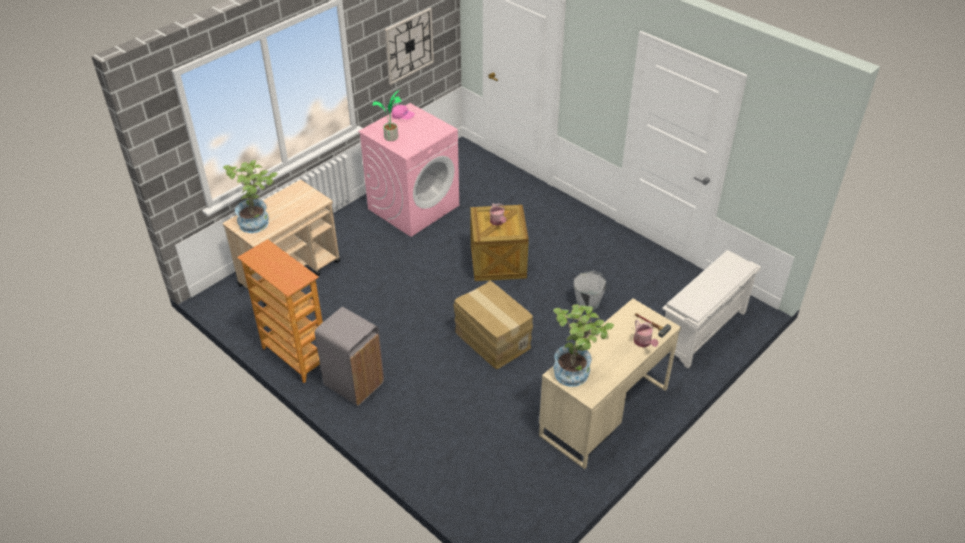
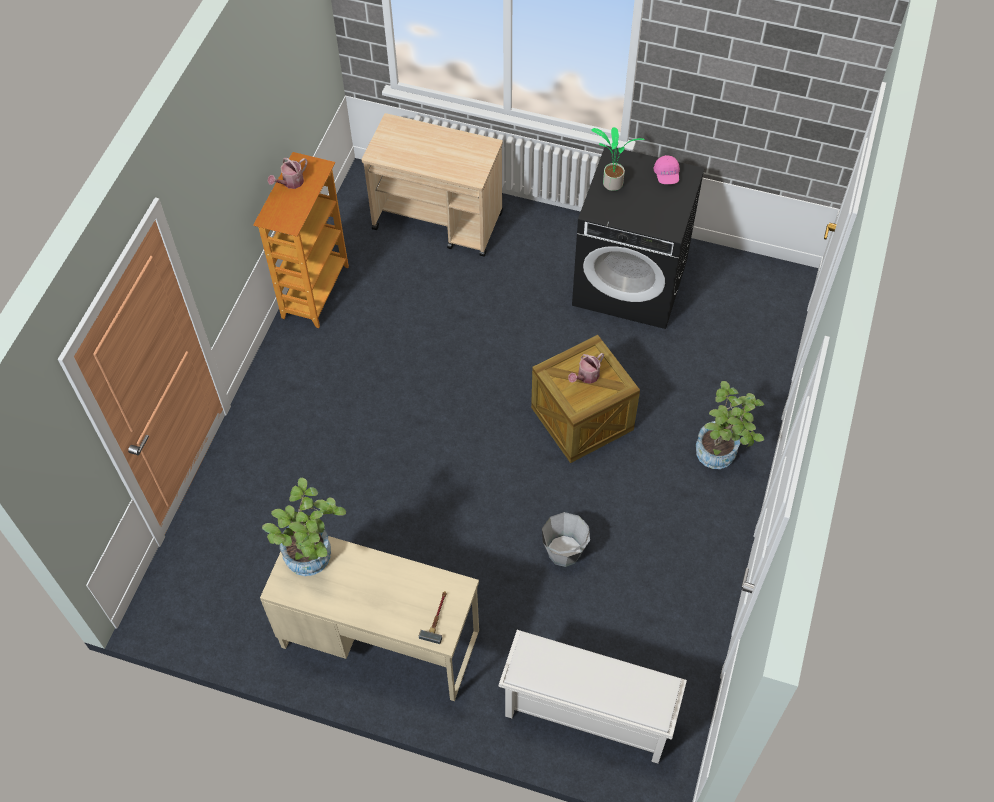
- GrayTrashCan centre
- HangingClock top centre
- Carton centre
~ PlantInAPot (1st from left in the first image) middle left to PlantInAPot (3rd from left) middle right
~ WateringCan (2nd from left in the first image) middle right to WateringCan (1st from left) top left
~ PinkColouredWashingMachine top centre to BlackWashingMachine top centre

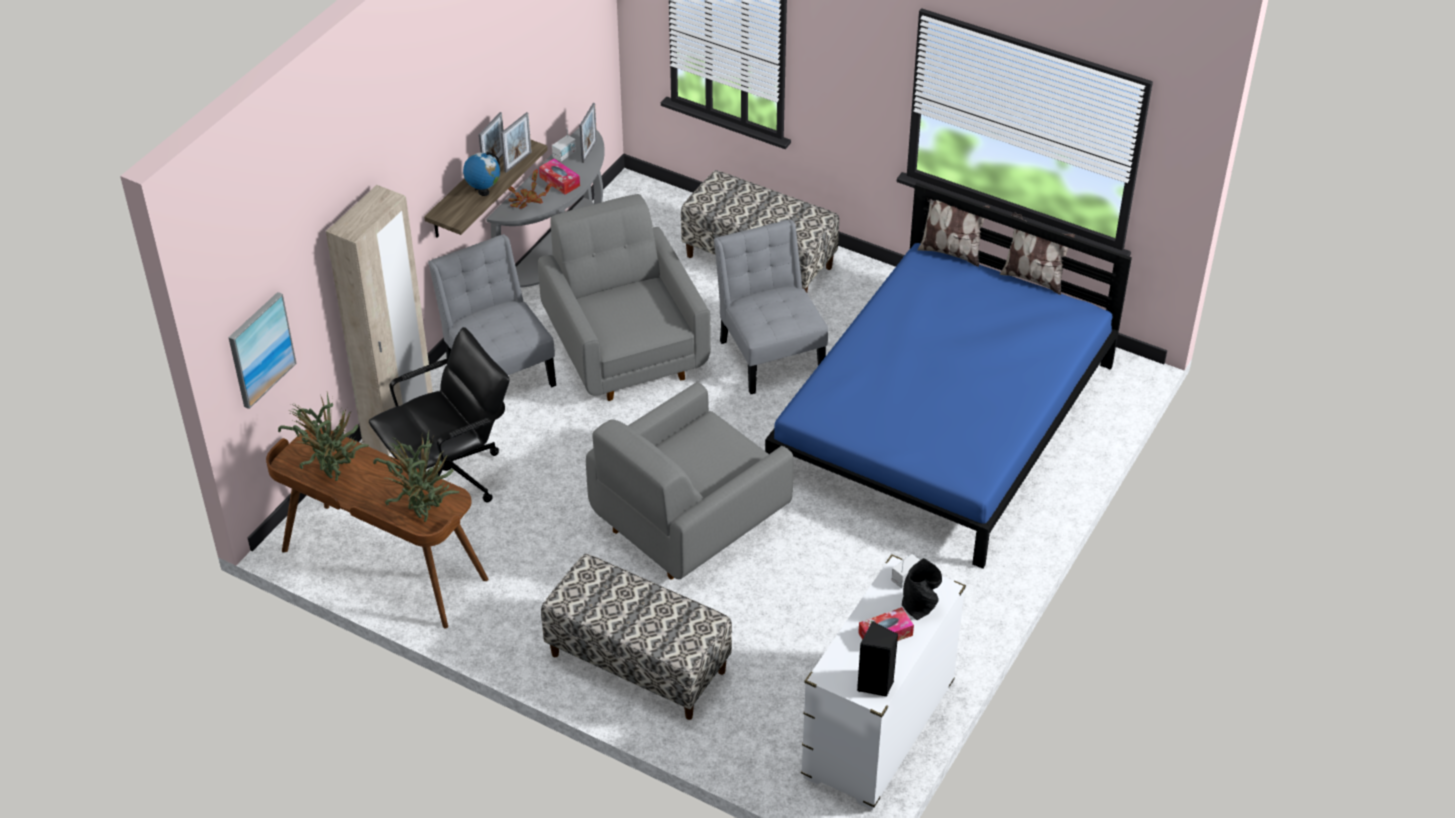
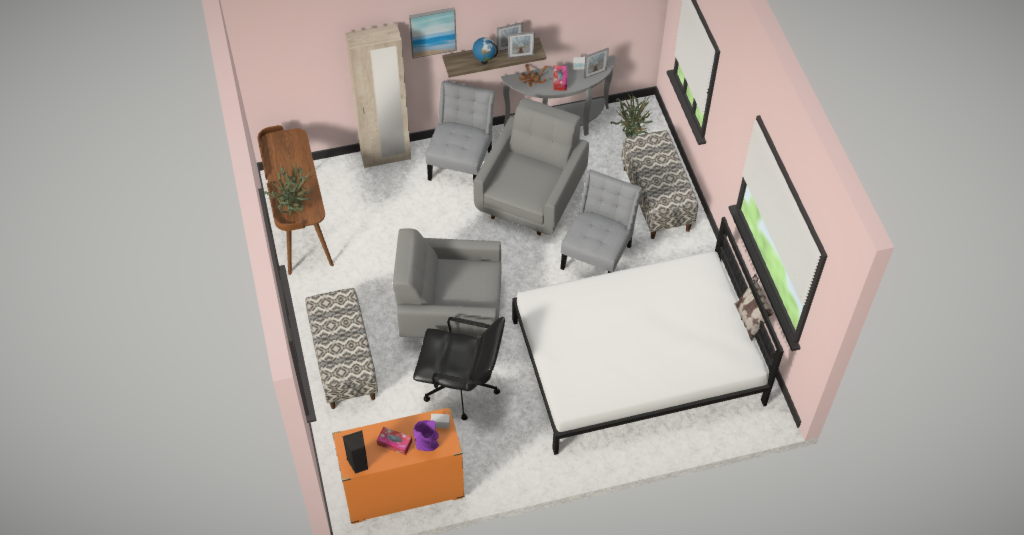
- Pillow (1st from left) top centre
~ WallPicture middle left to top centre
~ PlantInAPot (1st from left in the first image) middle left to PlantInAPot (3rd from left) top centre
~ BlackOfficeChair middle left to bottom centre
~ BlueBed centre to WhitishBed centre
~ WhitishDresser bottom centre to OrangeyDresser bottom centre
~ BlackFlowerVase bottom centre to PurpleFlowerVase bottom centre

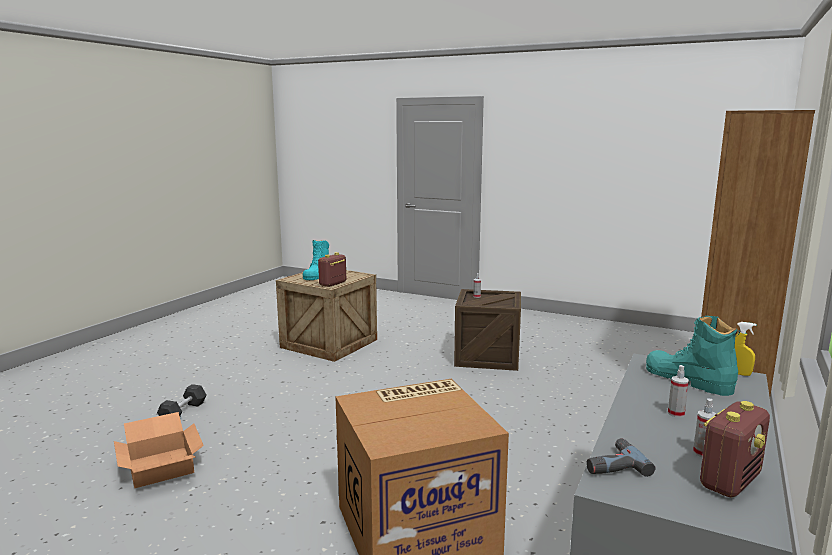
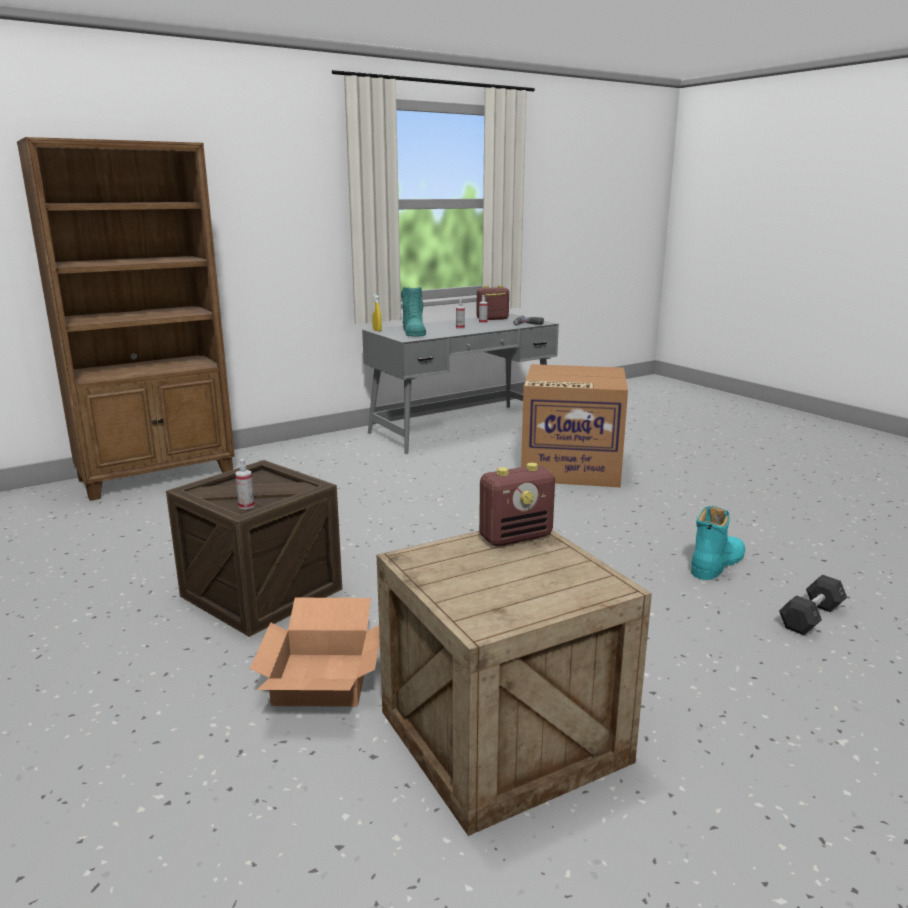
~ Carton (1st from left) bottom left to bottom centre
~ BlueGreenHighTopBoot (1st from left in the first image) centre to BlueGreenHighTopBoot (2nd from left) middle right

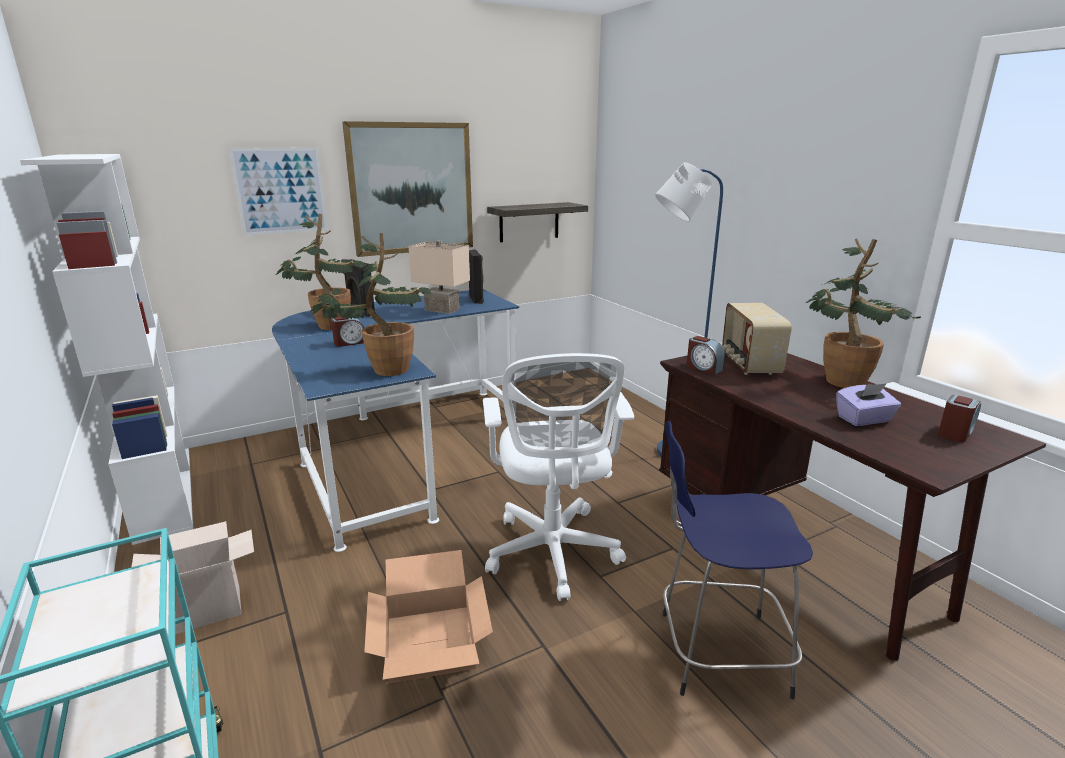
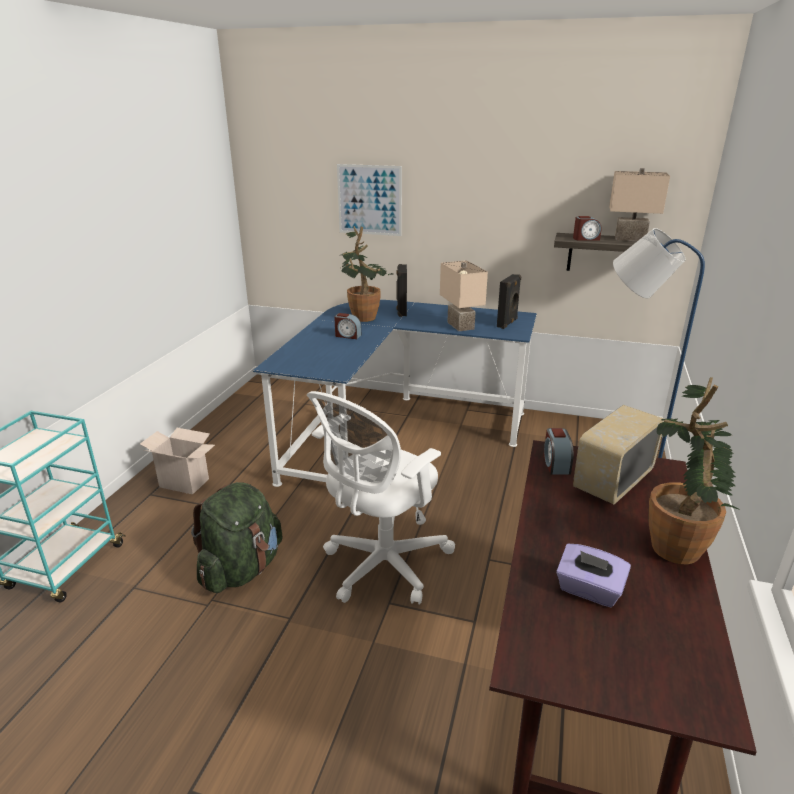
- WhitishBookcase middle left
- PlantInAPot (2nd from left) centre
- WallPicture (2nd from left) top centre
- BlueSittingStool bottom right
+ SandColouredTabletopLamp (2nd from left) top right
~ TableClock (3rd from left) middle right to top right
~ Carton (2nd from left) bottom centre to GreenRucksack bottom left

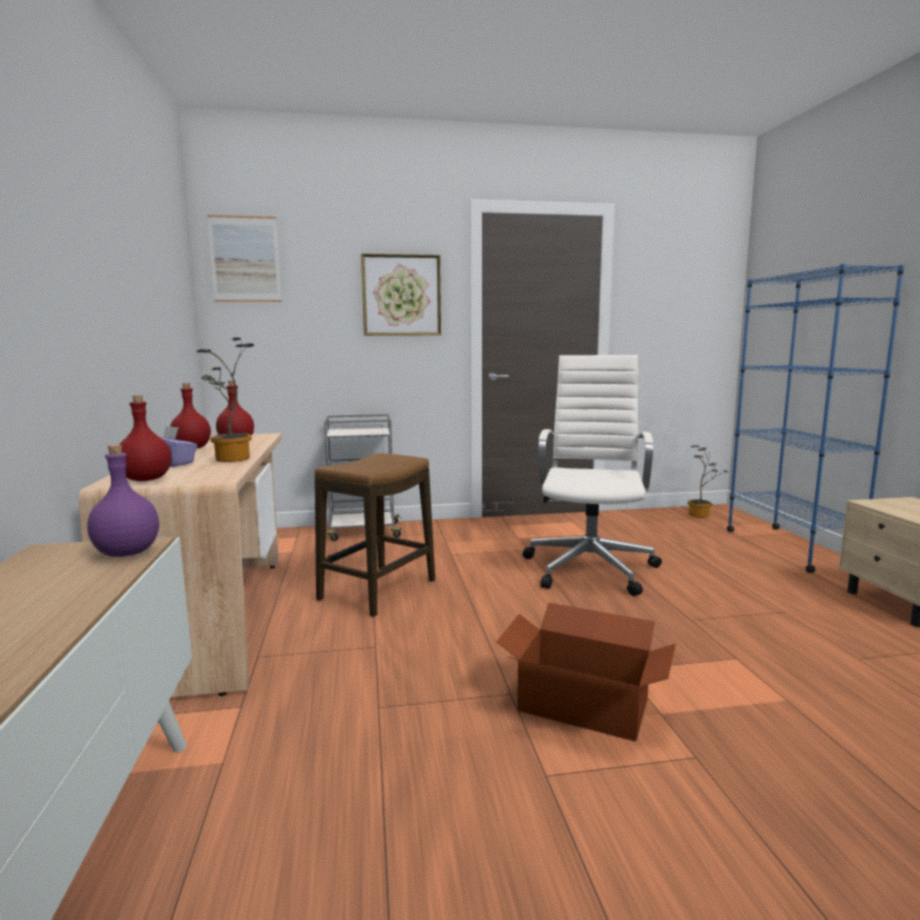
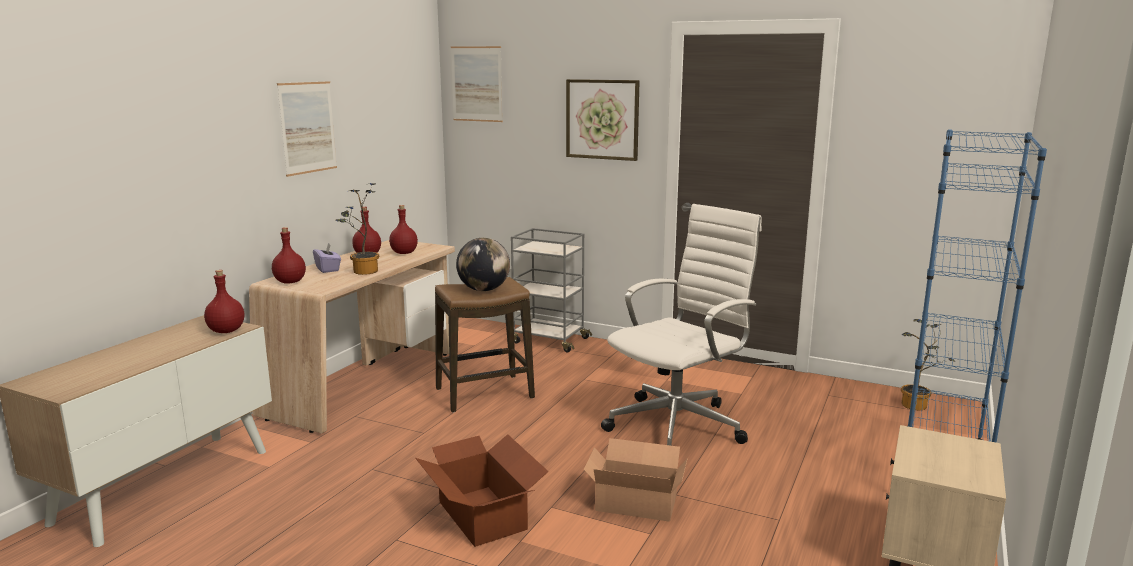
+ WallPicture (1st from left) top left
+ Globe centre
+ Carton (2nd from left) bottom centre
~ PurpleBottle middle left to ReddishBottle (1st from left) middle left

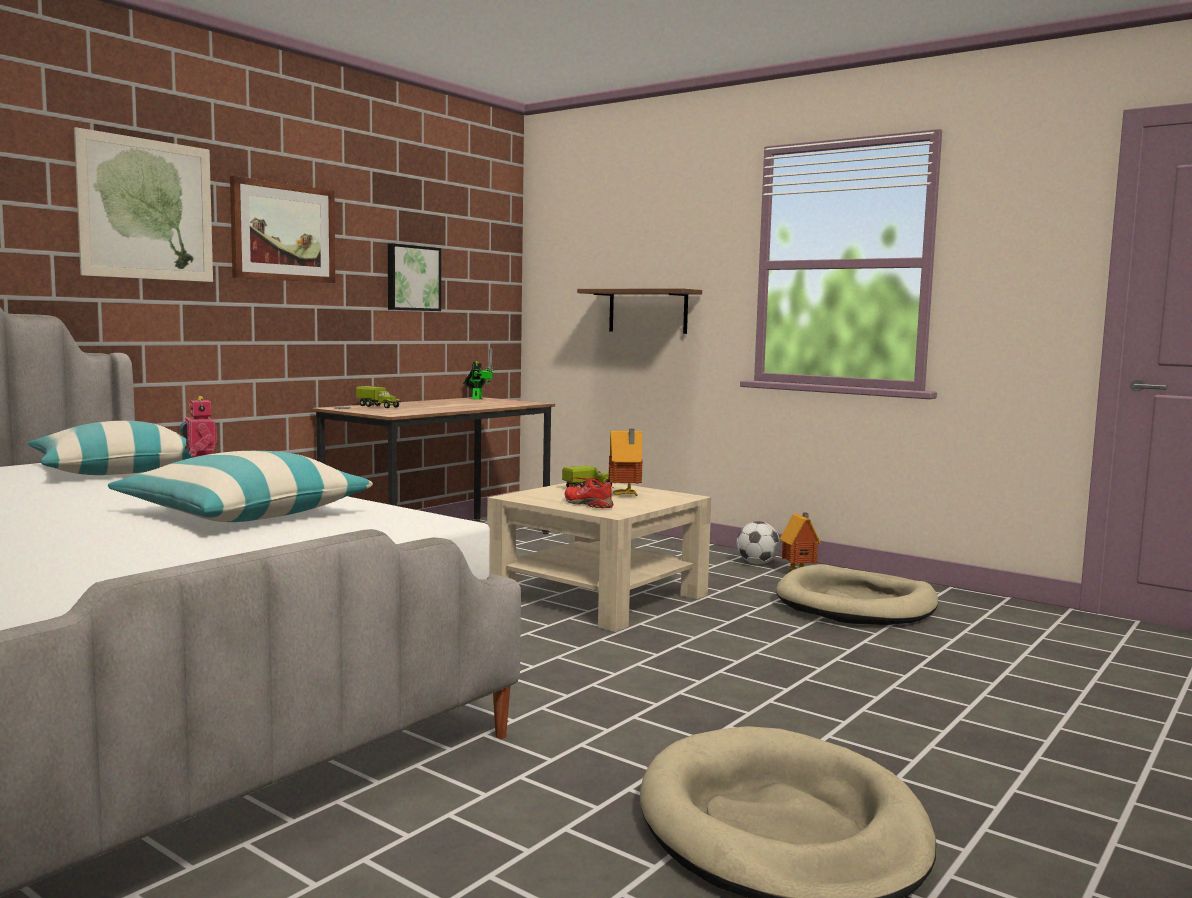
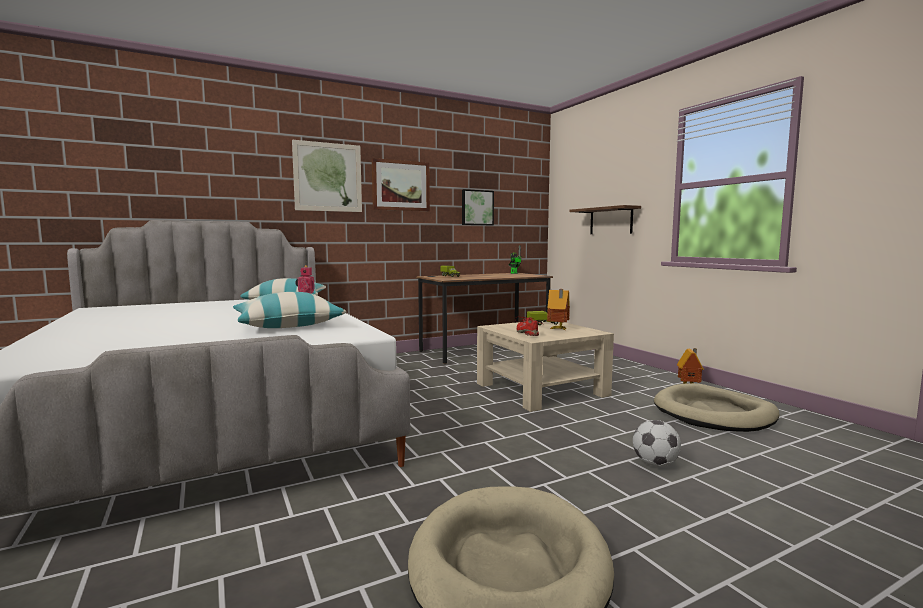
~ BallForFootball centre to bottom right

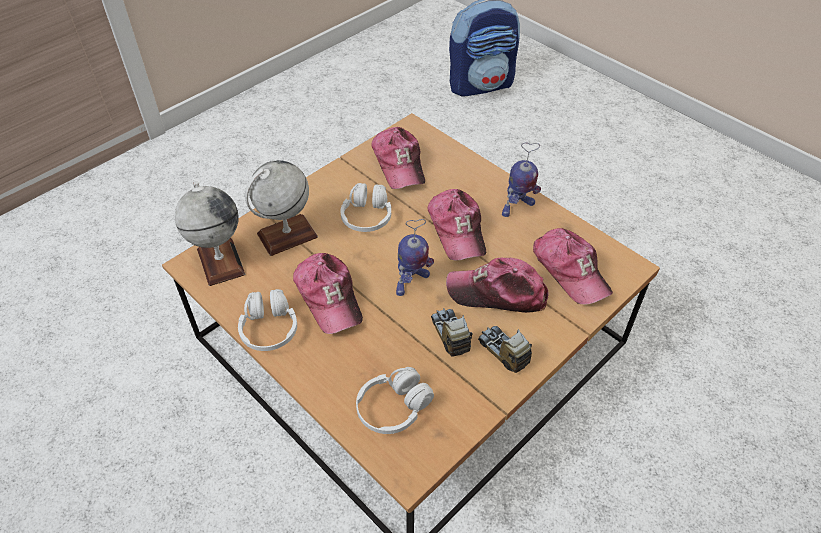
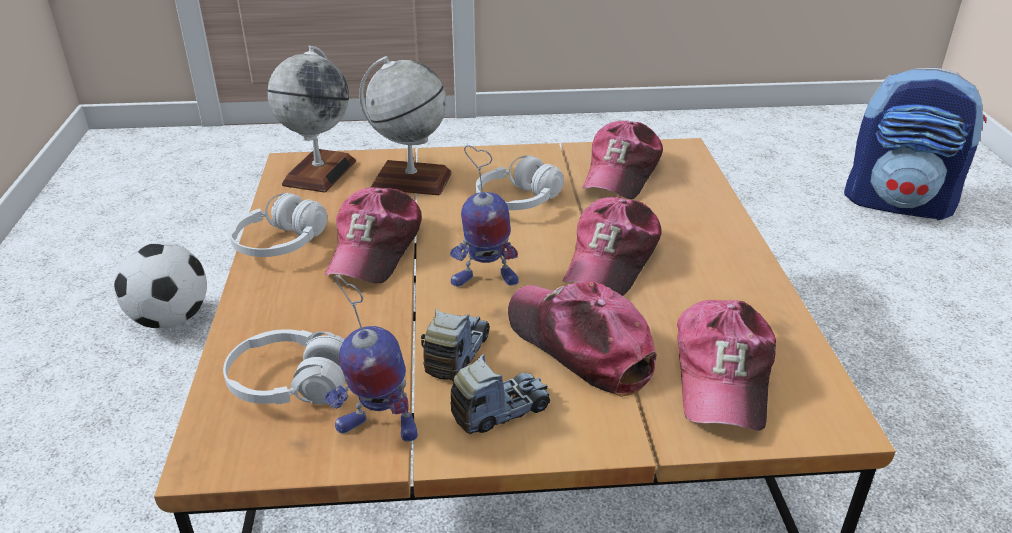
+ BallForFootball middle left
~ ModelRobot (2nd from left in the first image) centre to ModelRobot (1st from left) bottom centre
~ ToyLorry (2nd from left) centre = bottom centre 60 degrees clockwise

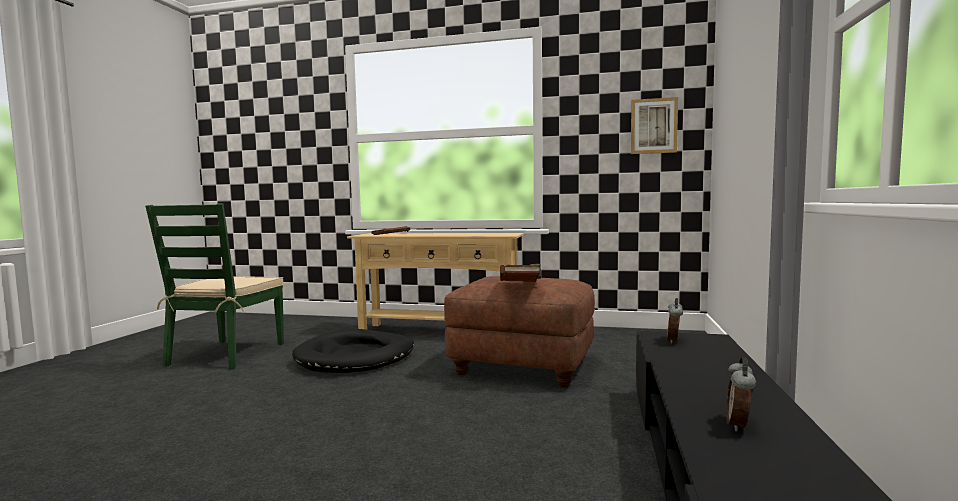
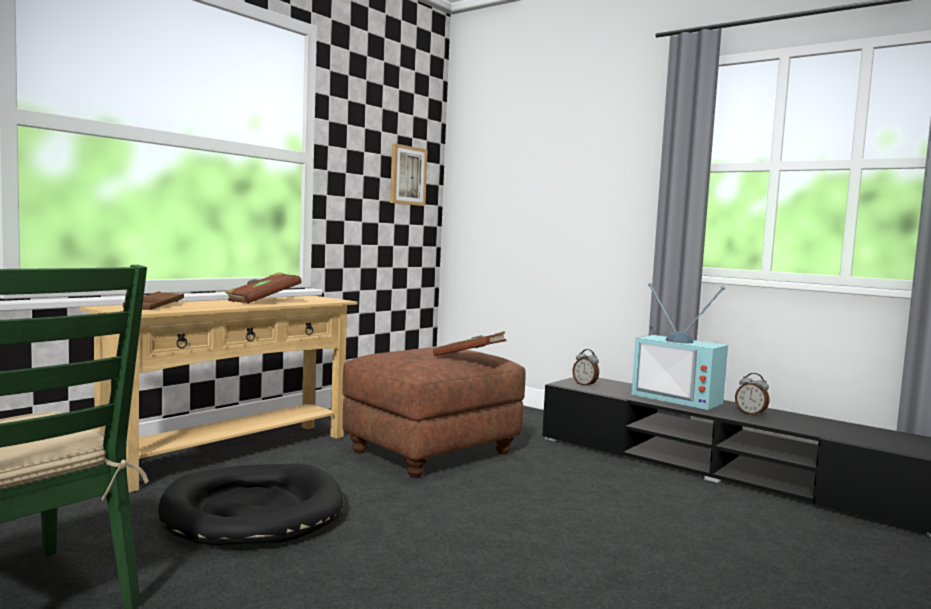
+ BrownColouredBook (1st from left) middle left
+ Tv middle right

